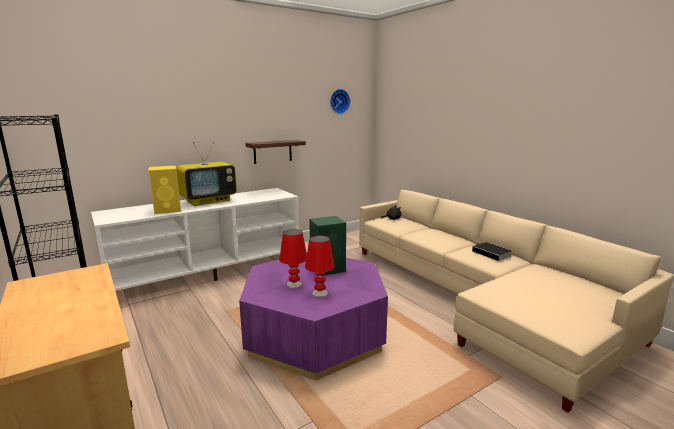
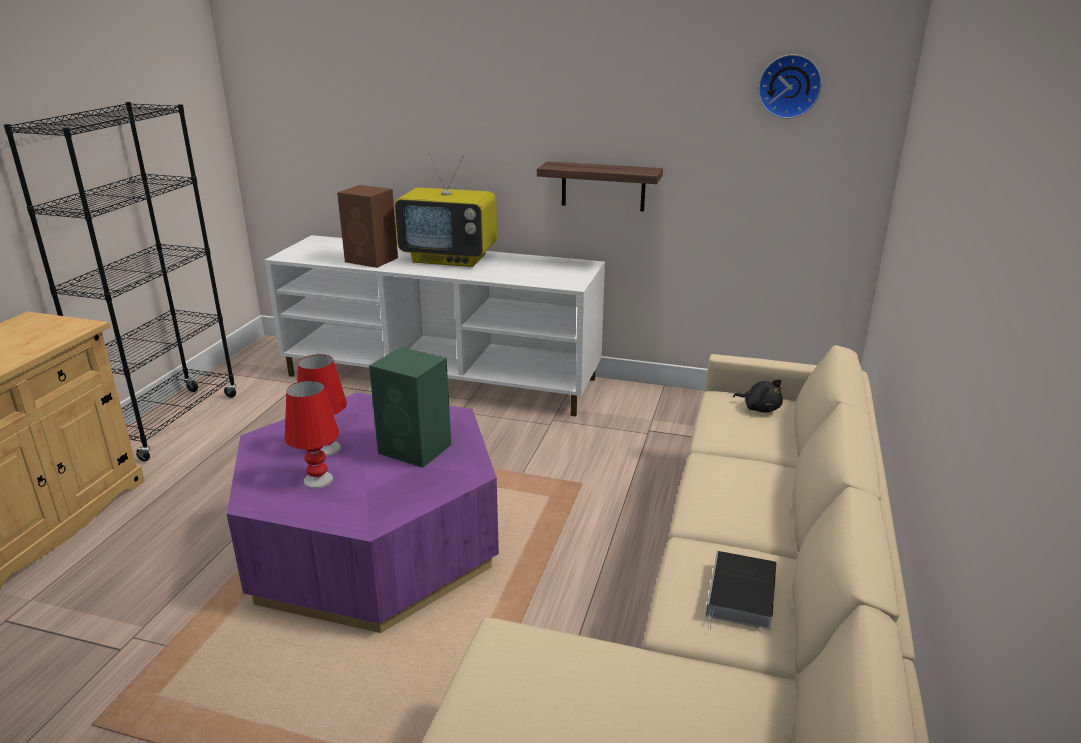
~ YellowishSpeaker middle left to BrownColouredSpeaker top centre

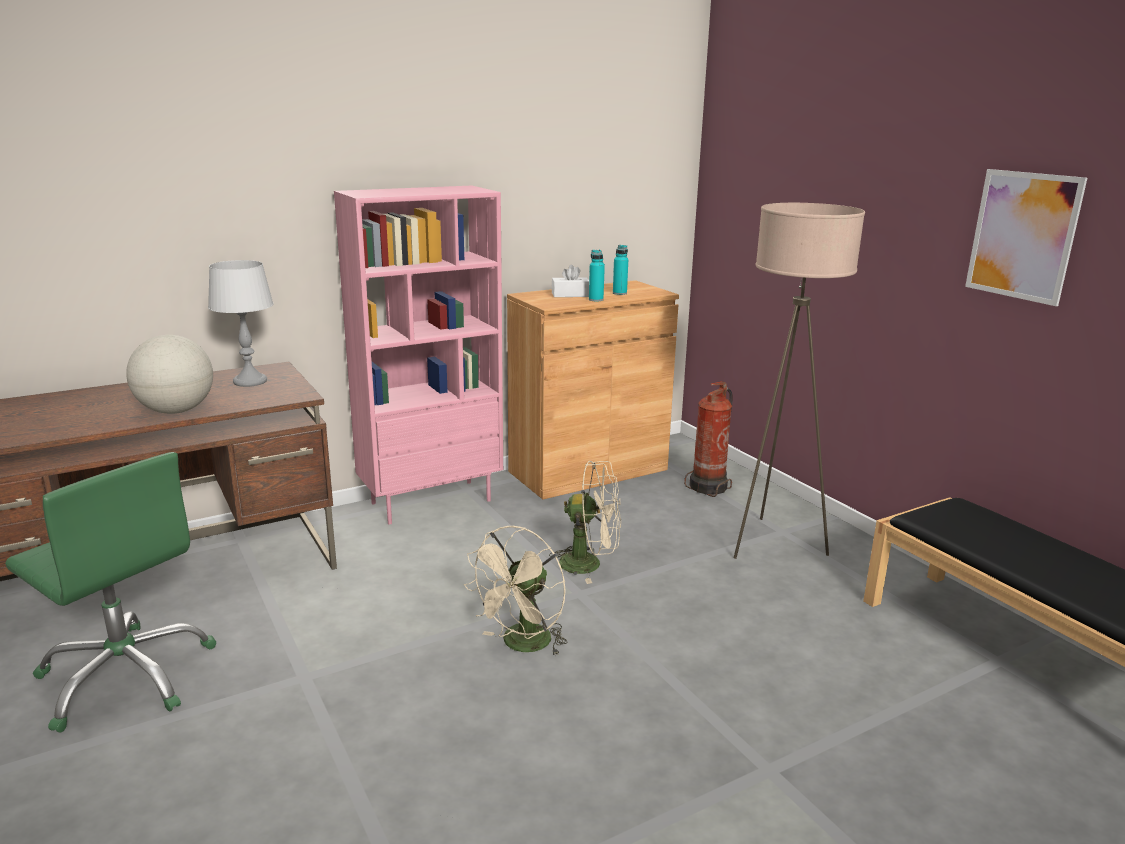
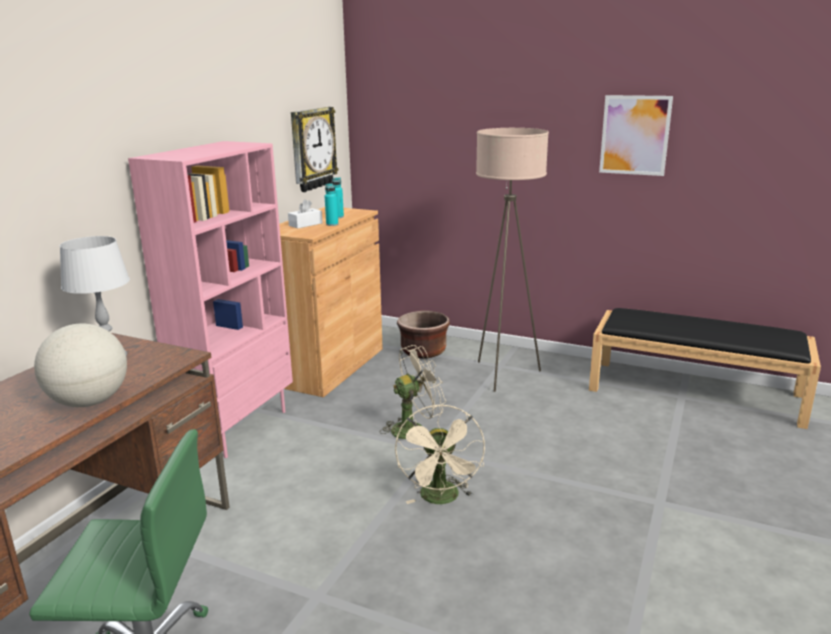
+ HangingClock top centre
~ Extinguisher centre to BrownColouredFlowerPot centre

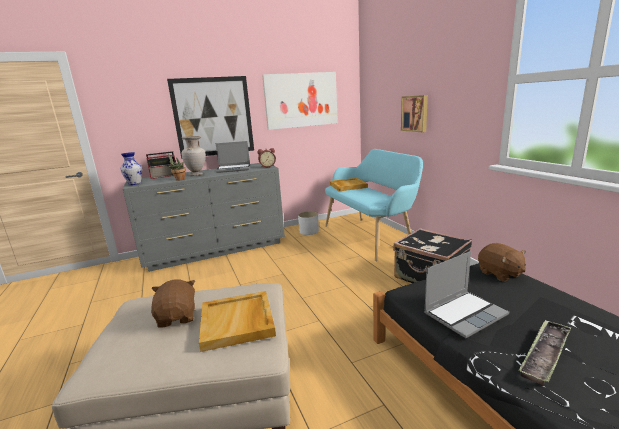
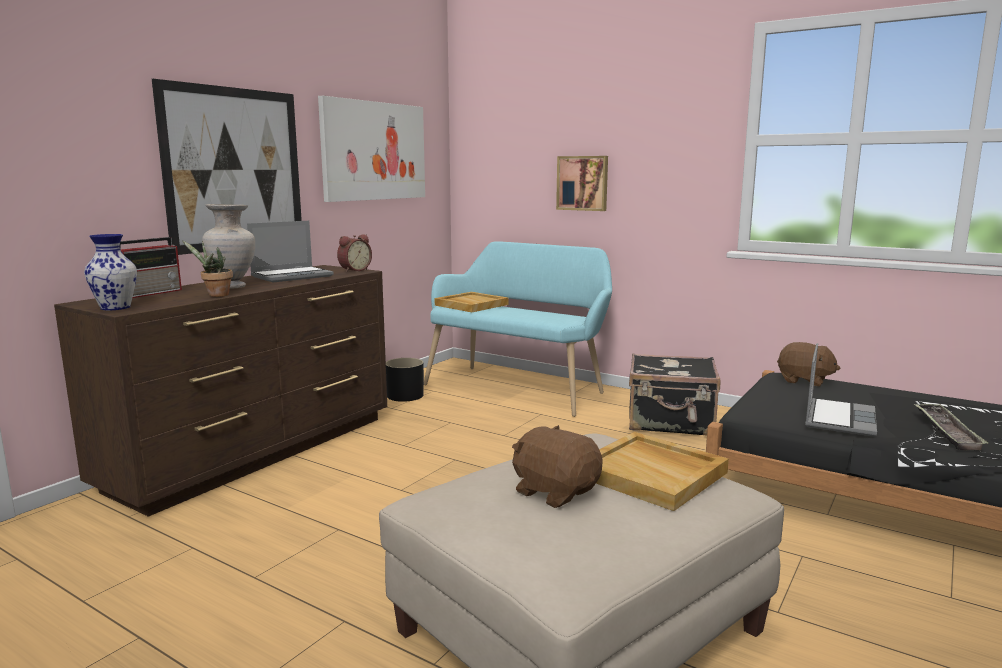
~ GrayDresser middle left to BrownColouredDresser middle left
~ WhitishFlowerPot centre to BlackFlowerPot centre

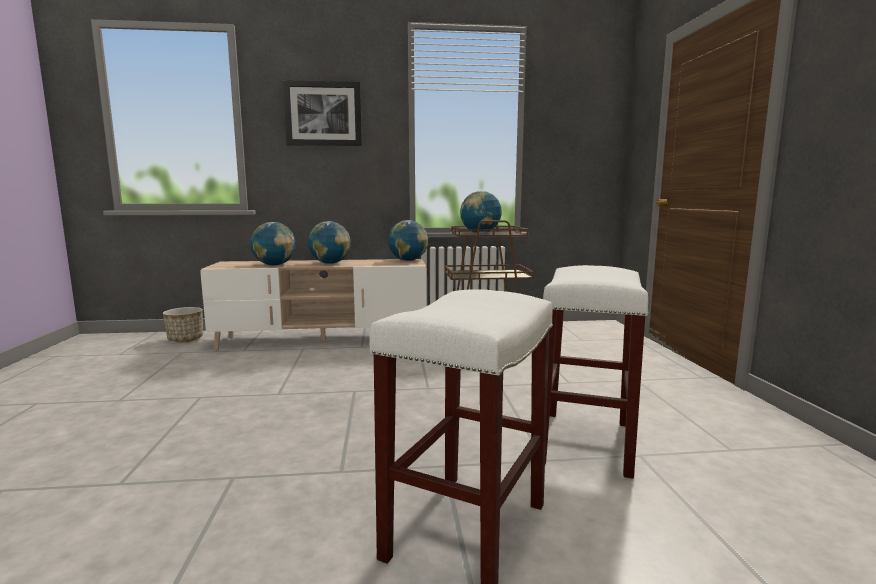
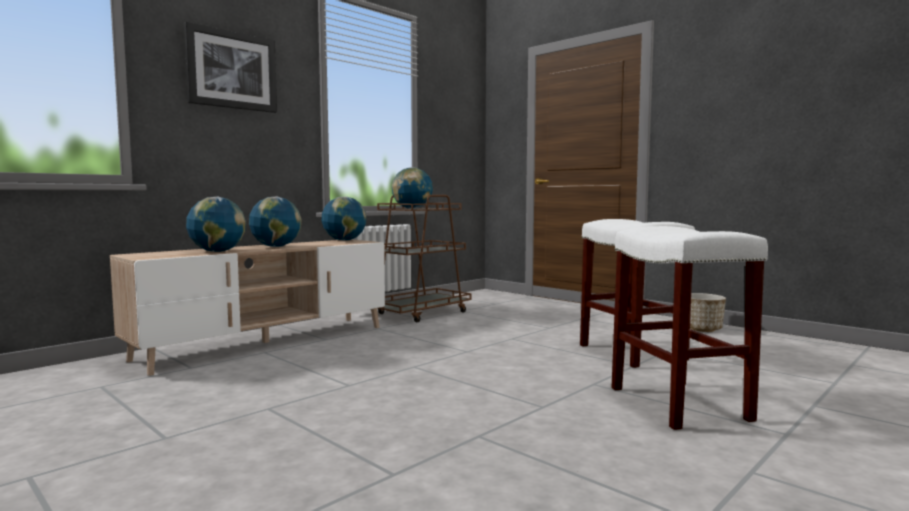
~ FlowerPot middle left to middle right

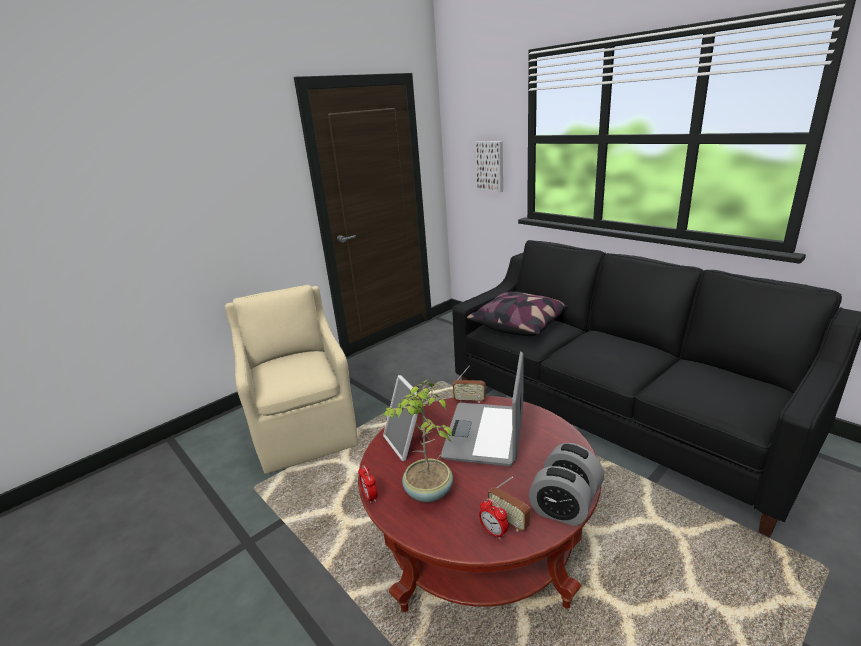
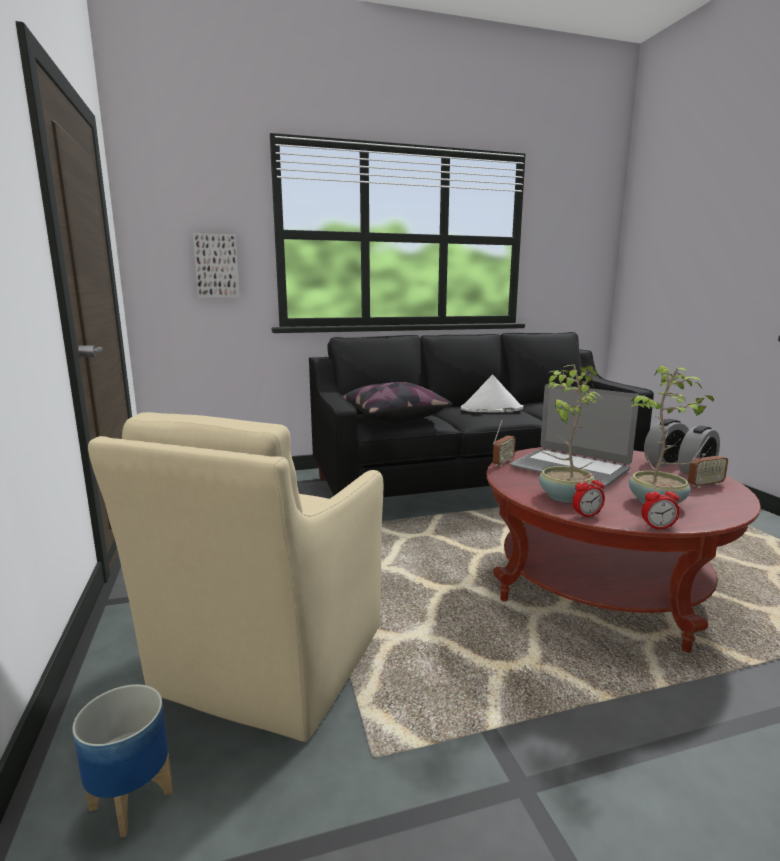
+ FlowerPot bottom left
+ WhitishHat centre
~ TableClock (2nd from left in the first image) bottom centre to TableClock (1st from left) middle right
~ PictureFrame centre to PlantInAPot (1st from left) middle right
~ SandColouredLoungeChair centre = bottom left 75 degrees counterclockwise

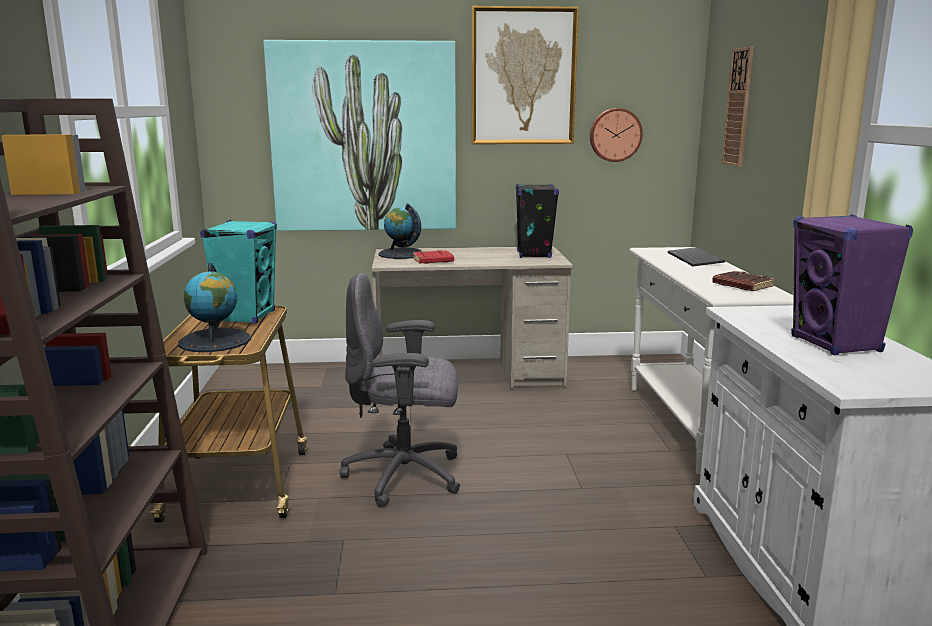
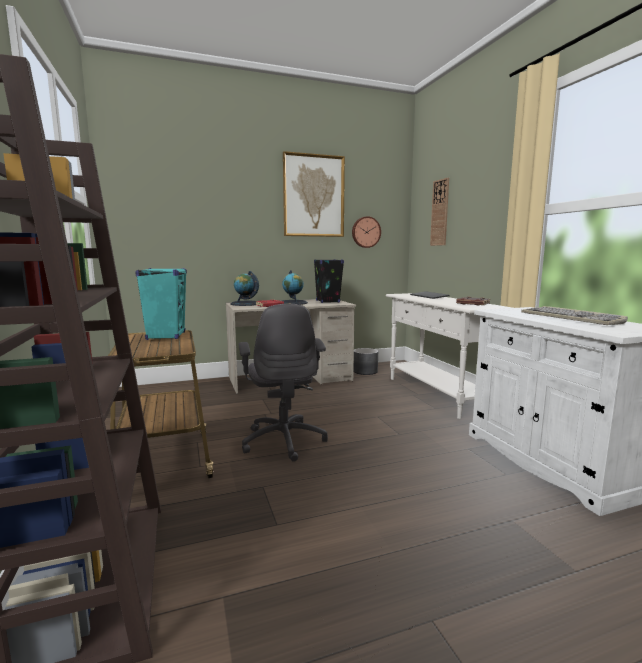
- WallPicture (1st from left) top centre
+ GrayFlowerPot centre
~ Globe (1st from left in the first image) middle left to Globe (2nd from left) centre
~ PurpleSpeaker middle right to Keyboard (2nd from left) middle right
~ GrayOfficeChair centre = centre 90 degrees counterclockwise

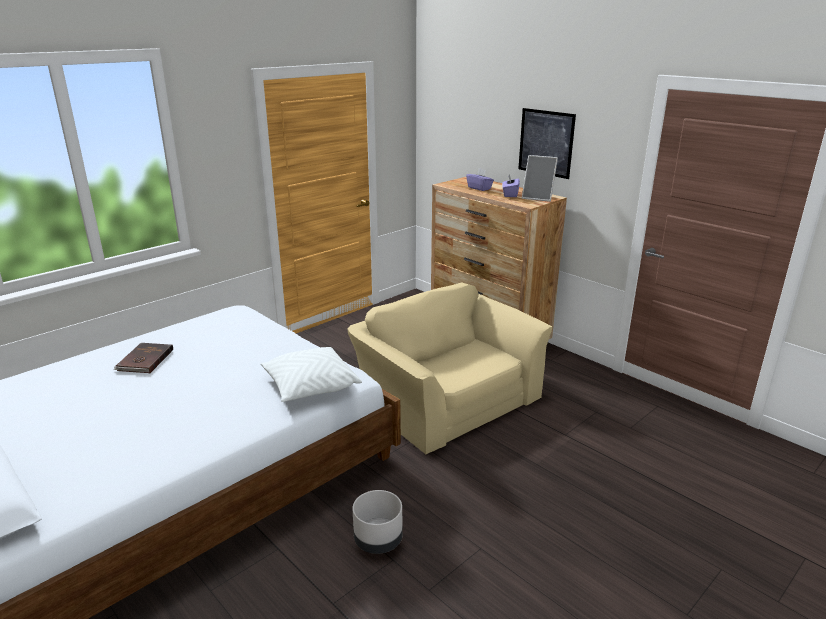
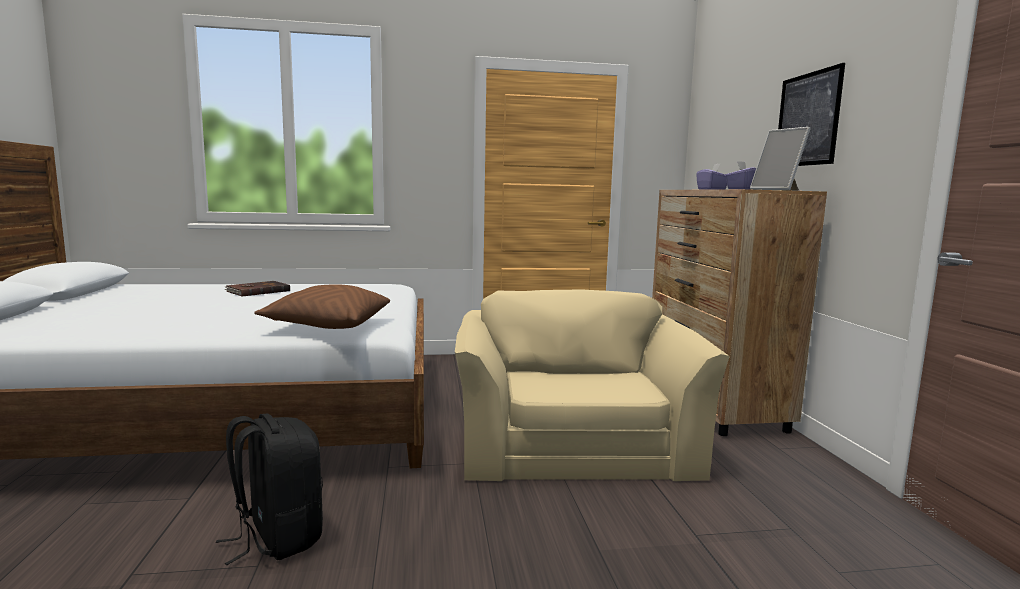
~ GrayFlowerPot bottom centre to BlackRucksack bottom left
~ WhitishPillow centre to BrownColouredPillow middle left

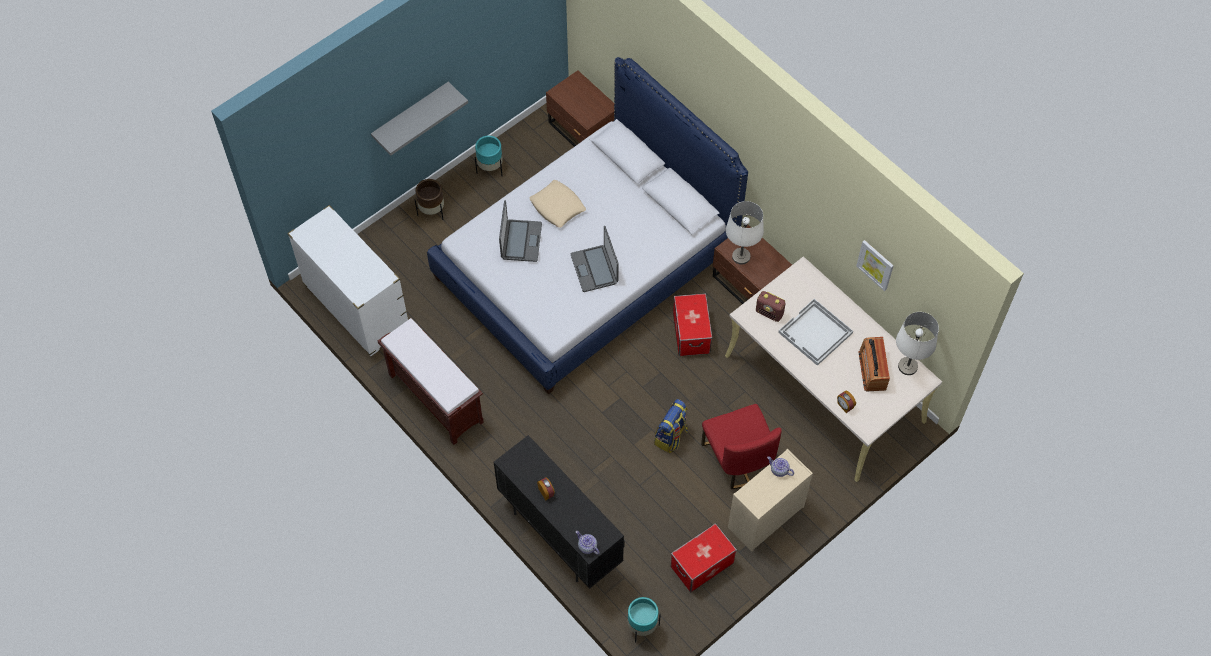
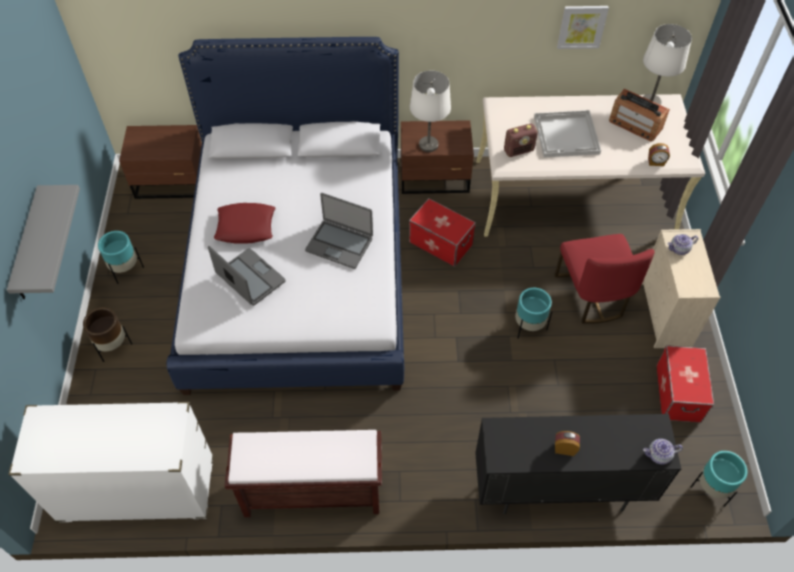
~ Rucksack centre to BlueGreenFlowerPot (2nd from left) middle right
~ SandColouredPillow top centre to ReddishPillow middle left
~ ReddishChair bottom centre = middle right 60 degrees clockwise

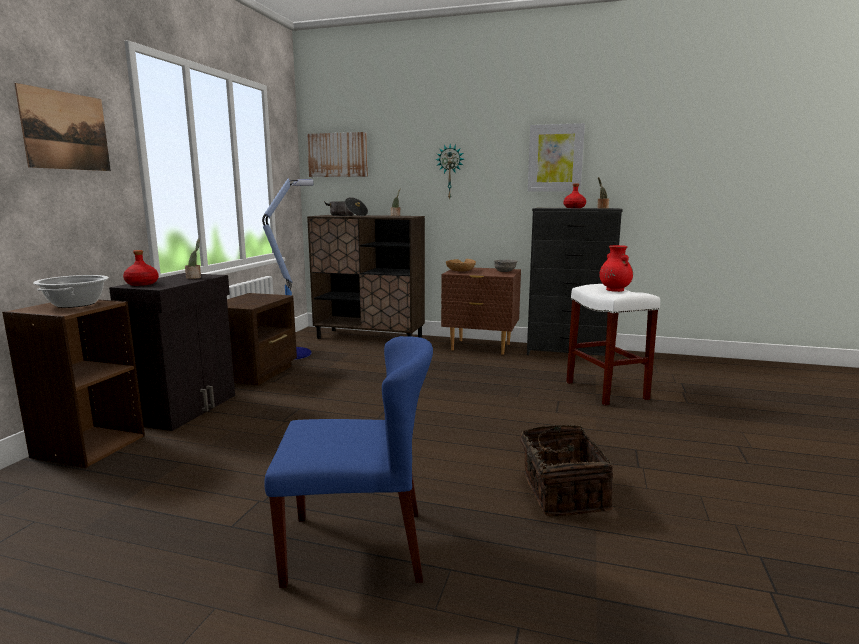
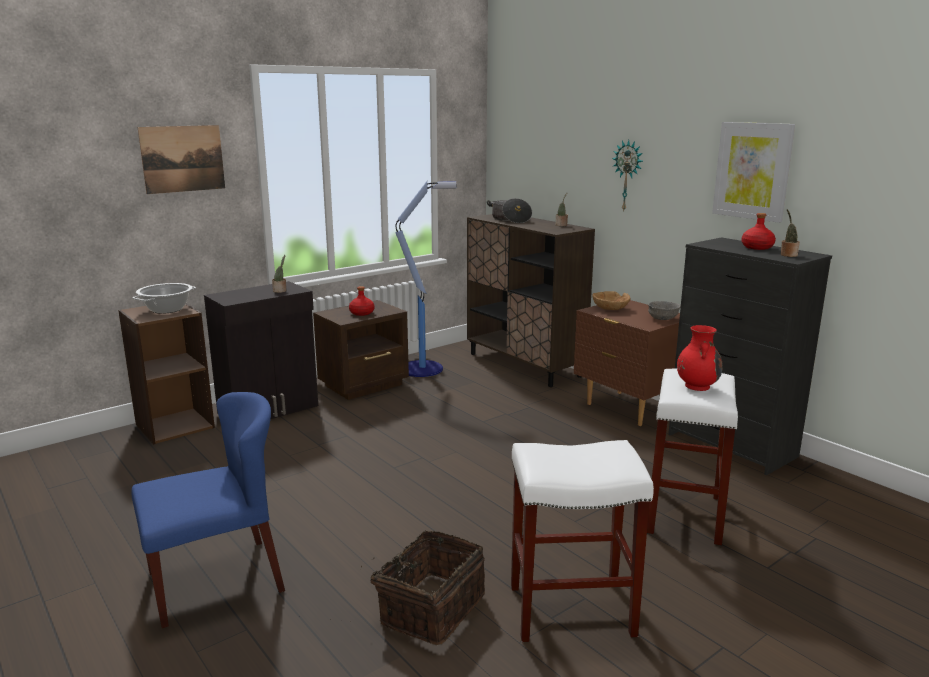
- WallPicture (2nd from left) top centre
+ WhitishSittingStool (1st from left) bottom centre
~ ReddishBottle (1st from left) middle left to centre
~ BlueChair bottom centre = bottom left 60 degrees counterclockwise

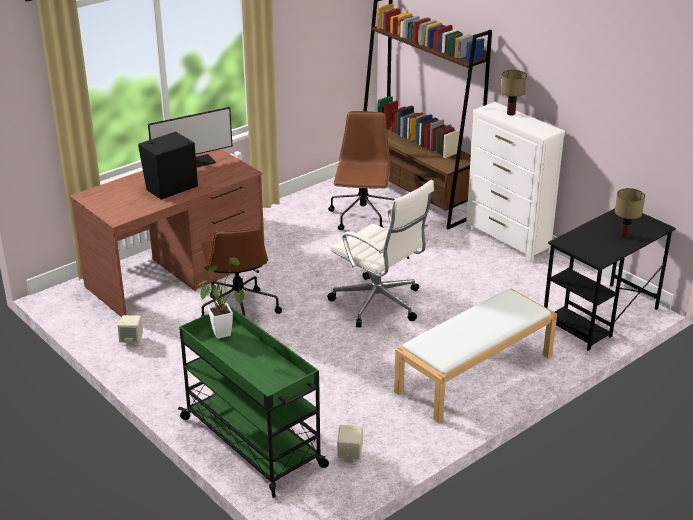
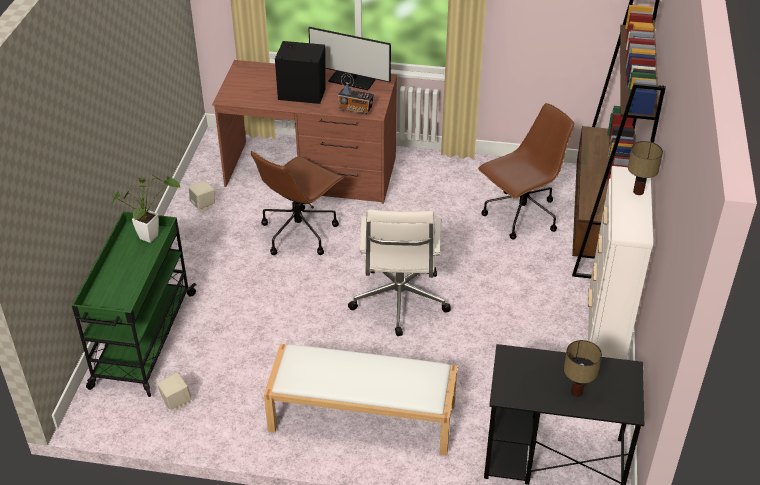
+ RadioReceiver top centre

